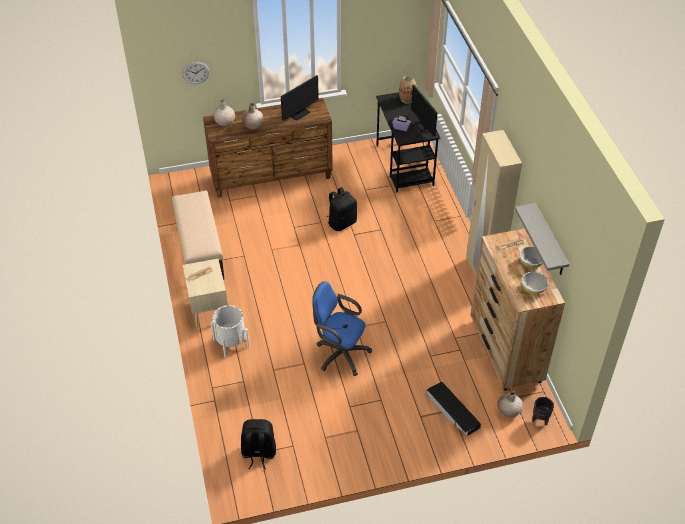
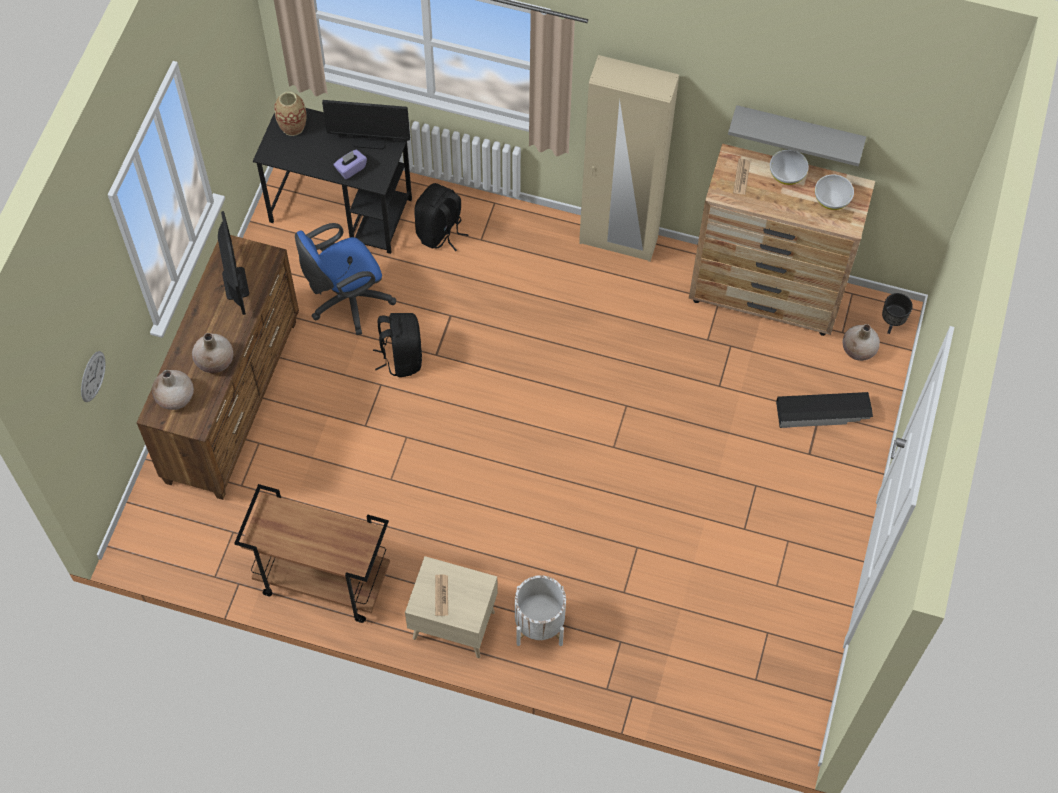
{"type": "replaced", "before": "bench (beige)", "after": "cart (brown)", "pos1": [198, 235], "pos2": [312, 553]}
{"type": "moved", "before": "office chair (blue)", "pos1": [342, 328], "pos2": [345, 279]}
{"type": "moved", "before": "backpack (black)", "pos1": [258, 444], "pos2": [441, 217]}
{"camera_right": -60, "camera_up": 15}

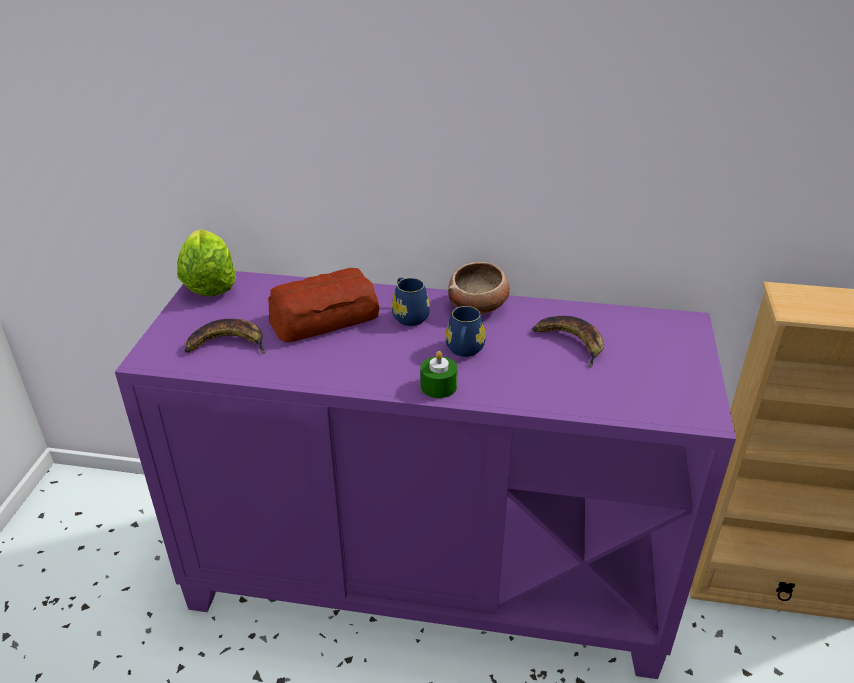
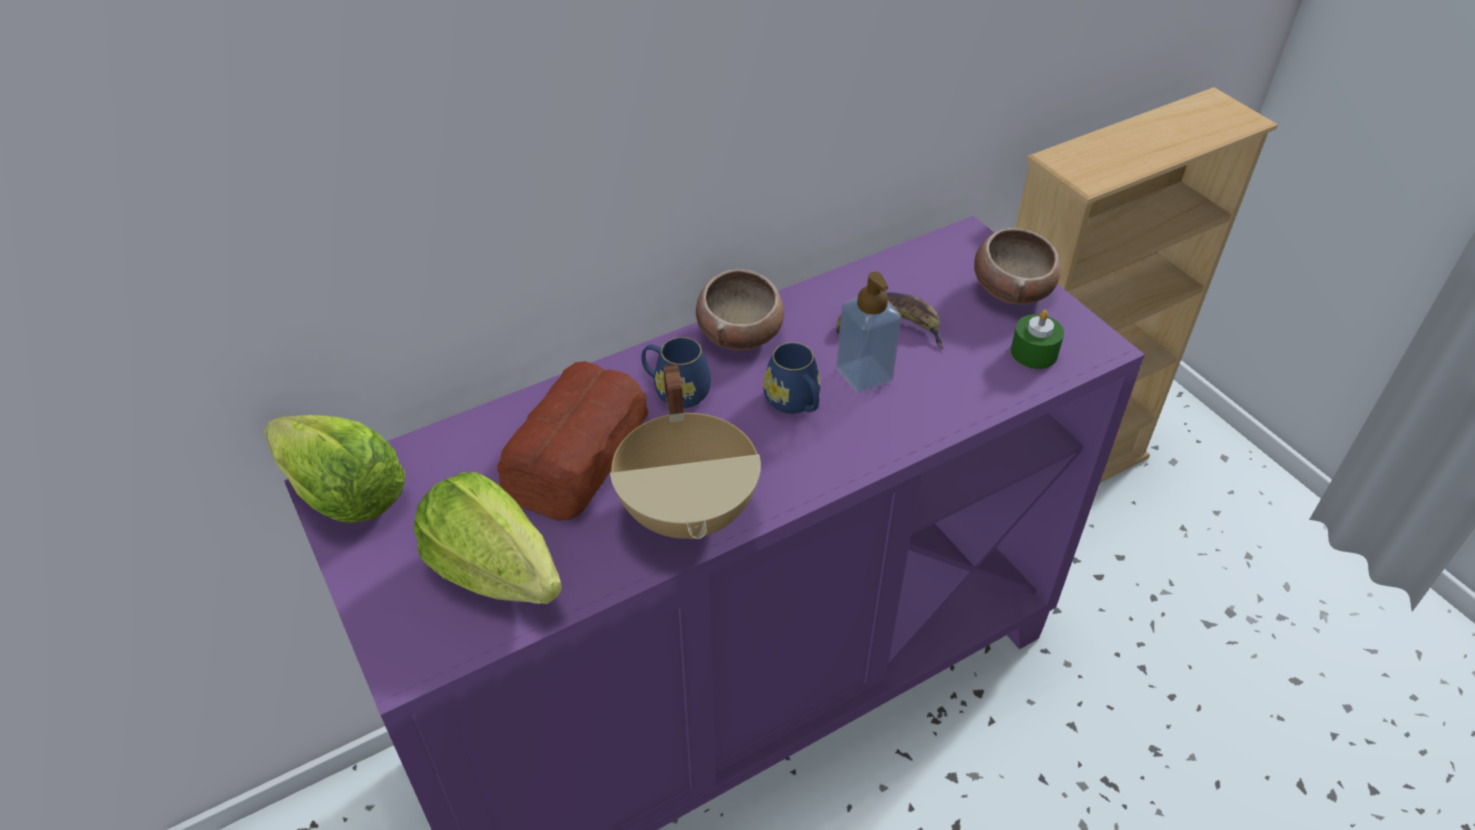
{"type": "replaced", "before": "banana", "after": "lettuce", "pos1": [224, 336], "pos2": [487, 538]}
{"type": "moved", "before": "candle (green)", "pos1": [438, 374], "pos2": [1037, 339]}
{"type": "added", "after": "bowl", "pos2": [1017, 266]}
{"type": "added", "after": "soap dispenser", "pos2": [868, 332]}
{"type": "added", "after": "cooking pot (beige)", "pos2": [685, 451]}
{"camera_right": -40, "camera_up": 10}

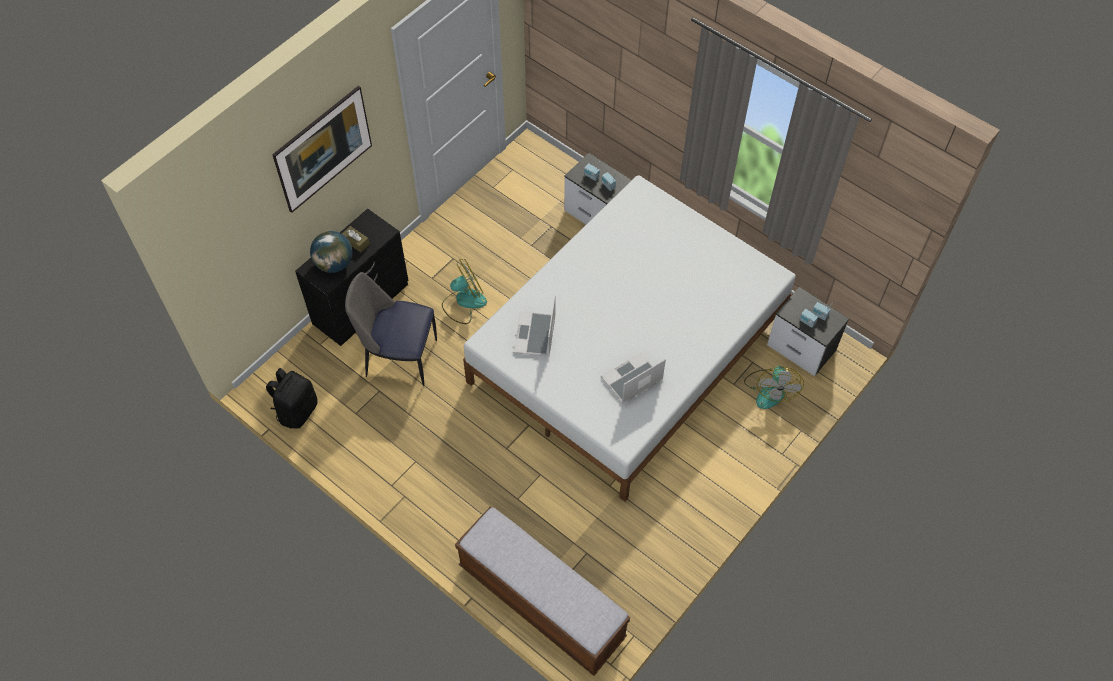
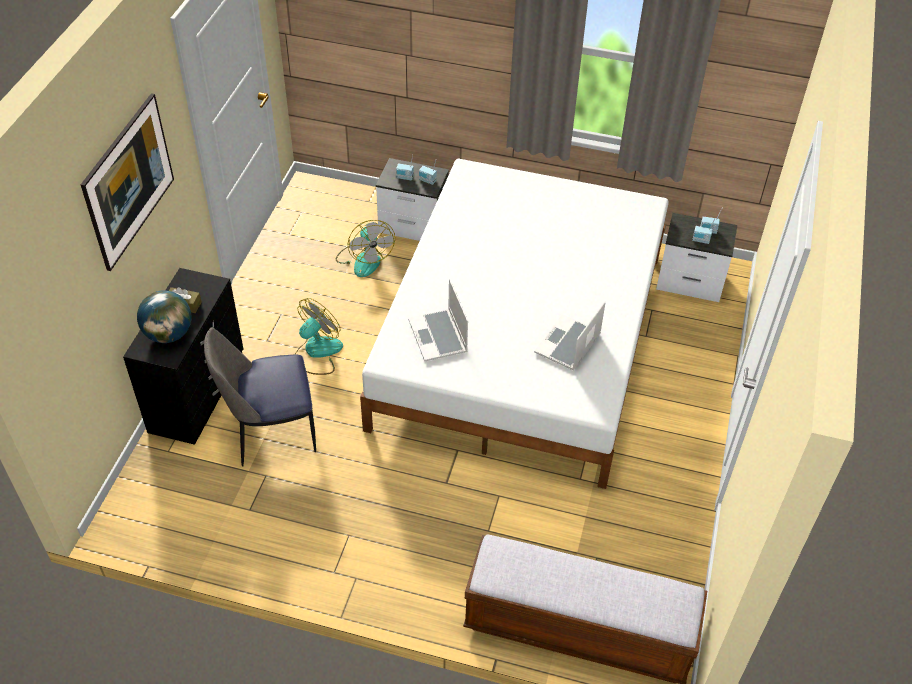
{"type": "moved", "before": "fan", "pos1": [774, 387], "pos2": [365, 248]}
{"type": "removed", "before": "backpack (black)", "pos1": [292, 398]}
{"camera_right": -25, "camera_up": -10}

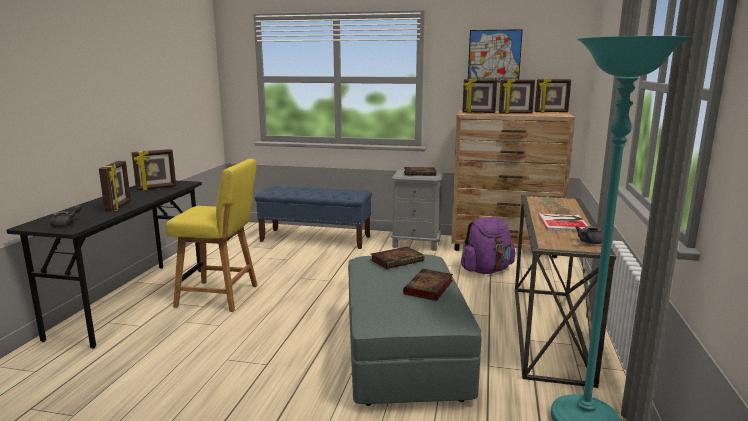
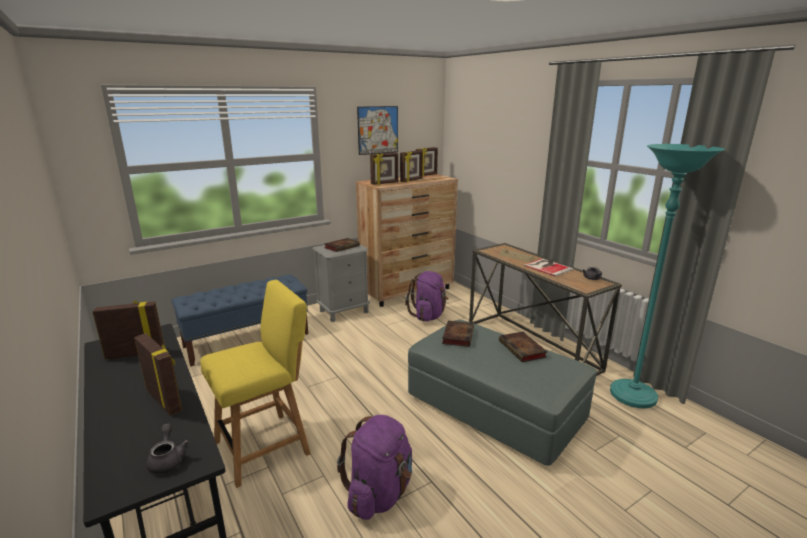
{"type": "turned", "before": "picture frame", "pos1": [154, 169], "pos2": [128, 330], "turn": -120}
{"type": "added", "after": "backpack (purple)", "pos2": [374, 467]}
{"camera_right": -45, "camera_up": 5}

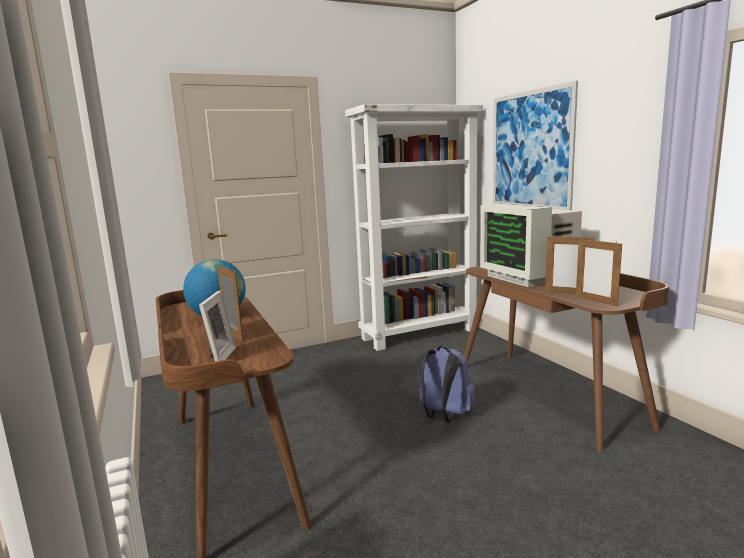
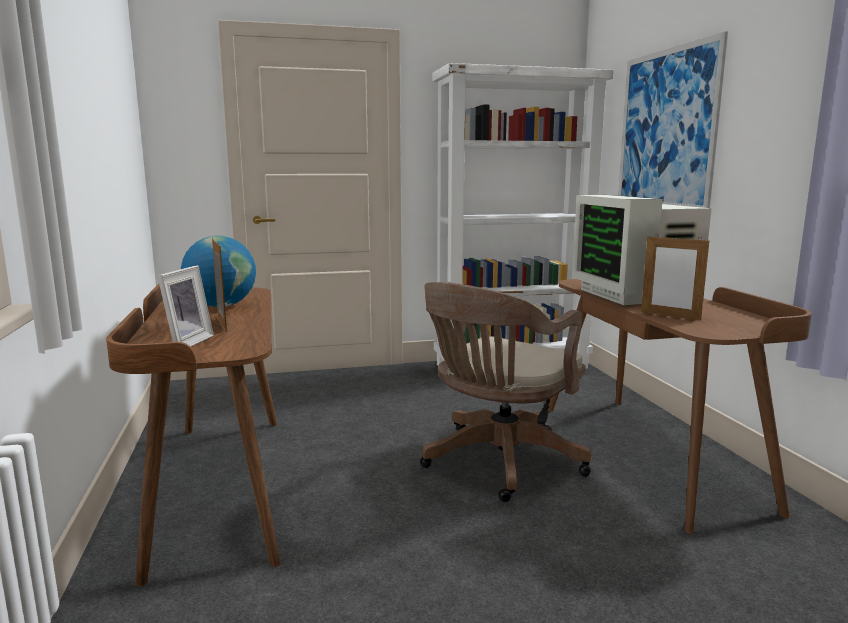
{"type": "removed", "before": "picture frame", "pos1": [599, 272]}
{"type": "replaced", "before": "backpack (blue)", "after": "office chair (brown)", "pos1": [446, 384], "pos2": [505, 392]}
{"camera_right": 10, "camera_up": 0}

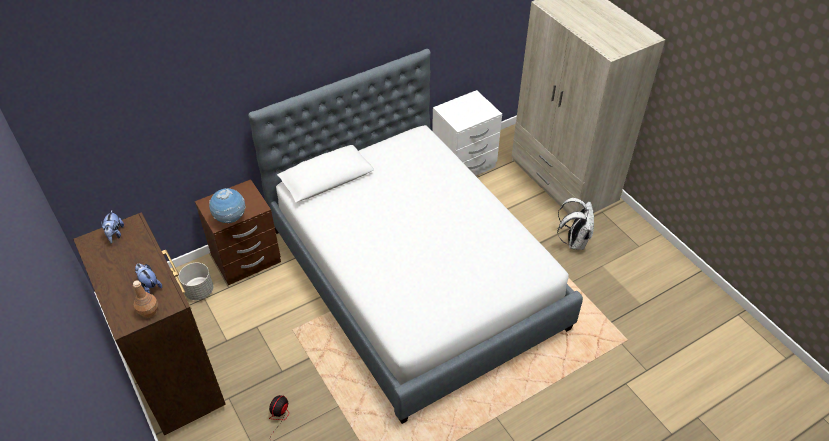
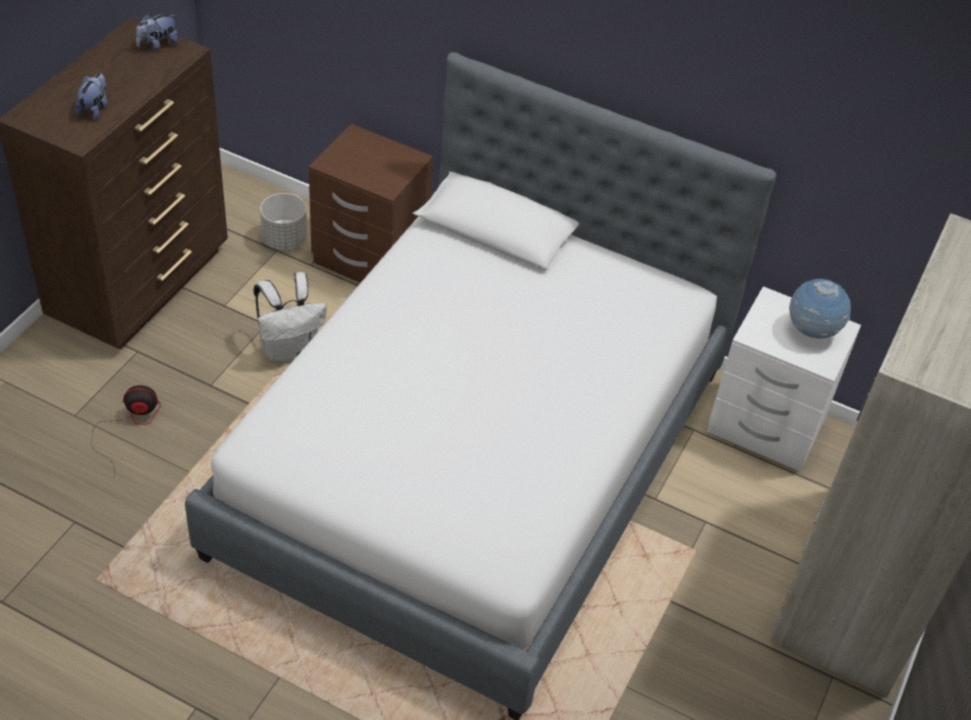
{"type": "moved", "before": "globe", "pos1": [227, 205], "pos2": [820, 309]}
{"type": "moved", "before": "backpack (white)", "pos1": [575, 224], "pos2": [290, 317]}
{"type": "removed", "before": "bottle (brown)", "pos1": [145, 299]}
{"camera_right": 55, "camera_up": 0}

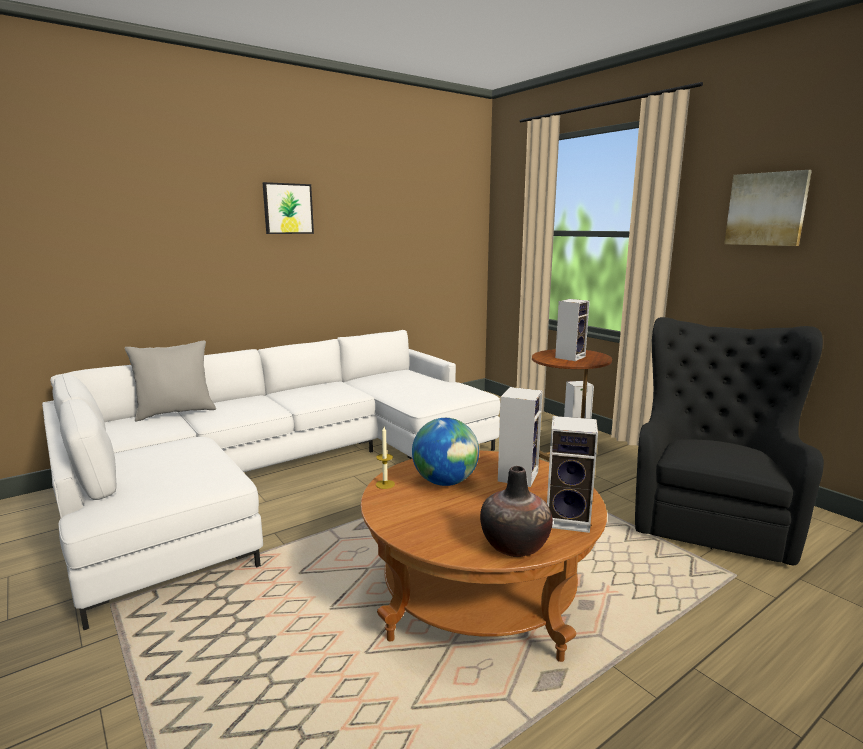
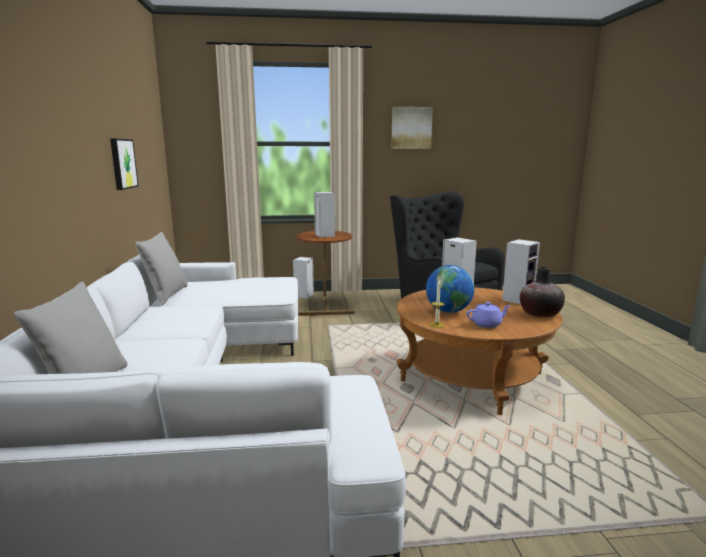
{"type": "moved", "before": "picture", "pos1": [288, 208], "pos2": [124, 164]}
{"type": "added", "after": "pillow (grey)", "pos2": [161, 268]}
{"type": "added", "after": "teapot (purple)", "pos2": [488, 315]}
{"camera_right": -60, "camera_up": 0}

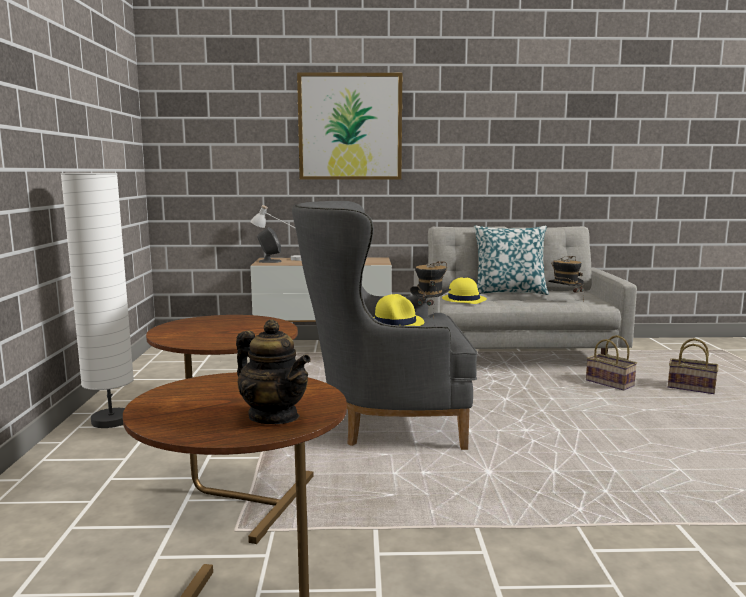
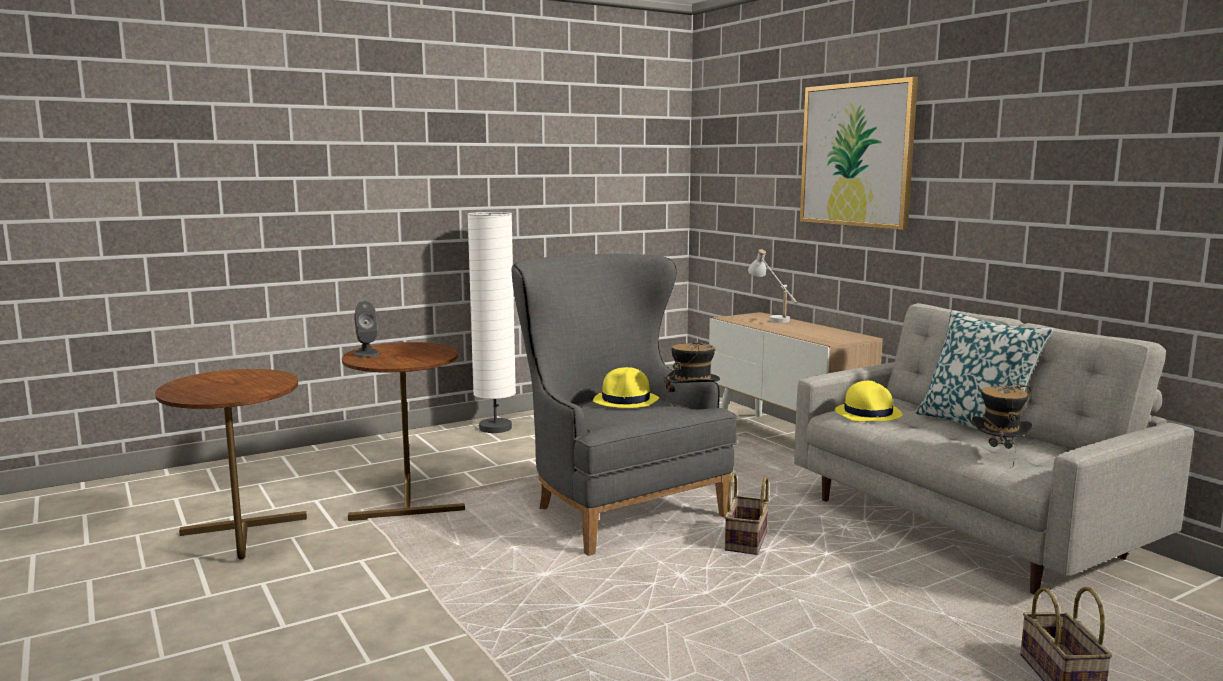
{"type": "moved", "before": "speaker (grey)", "pos1": [269, 245], "pos2": [367, 329]}
{"type": "removed", "before": "teapot", "pos1": [273, 371]}
{"type": "moved", "before": "basket", "pos1": [611, 362], "pos2": [746, 513]}
{"camera_right": 60, "camera_up": 0}

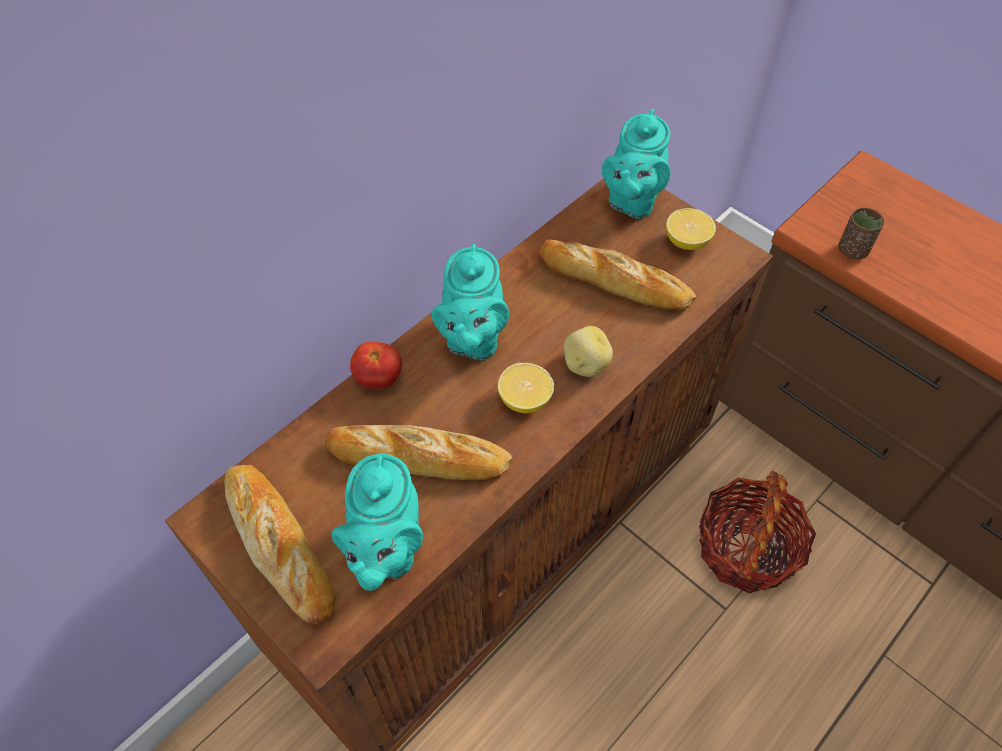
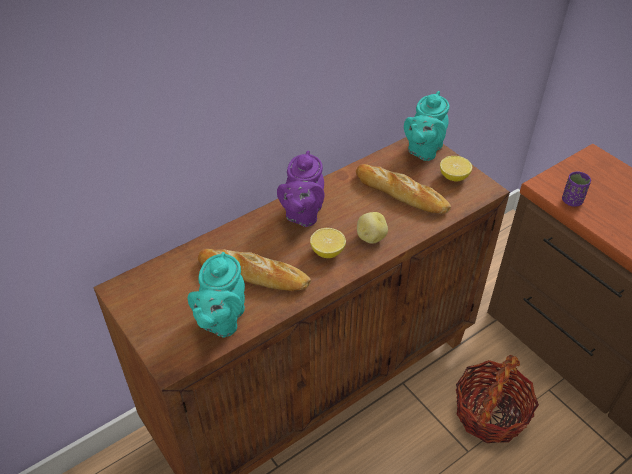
{"type": "recoloured", "before": "cup (brown)", "after": "cup (purple)", "pos1": [861, 233], "pos2": [576, 189]}
{"type": "recoloured", "before": "teapot (turquoise)", "after": "teapot (purple)", "pos1": [470, 302], "pos2": [301, 188]}
{"type": "removed", "before": "tomato", "pos1": [376, 365]}
{"type": "removed", "before": "bread", "pos1": [279, 545]}
{"camera_right": 10, "camera_up": -10}

